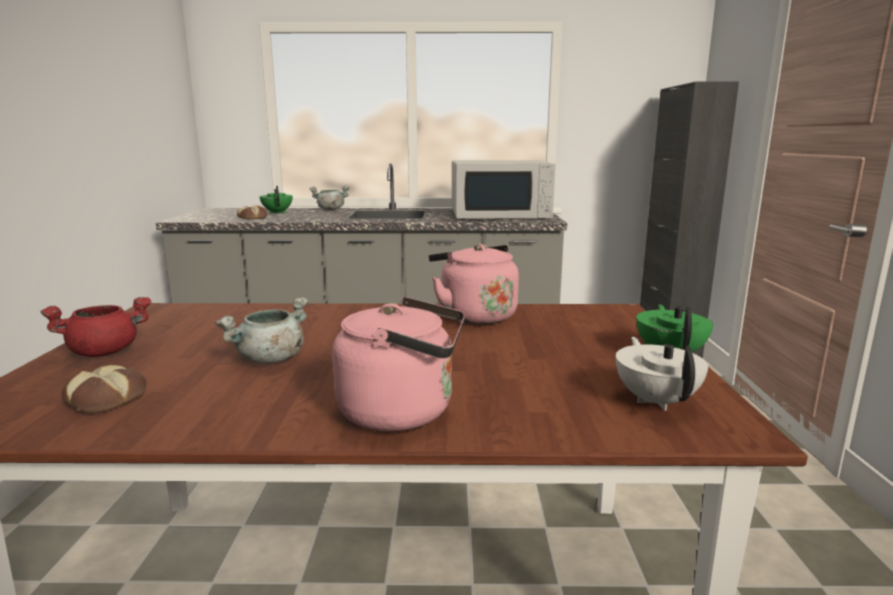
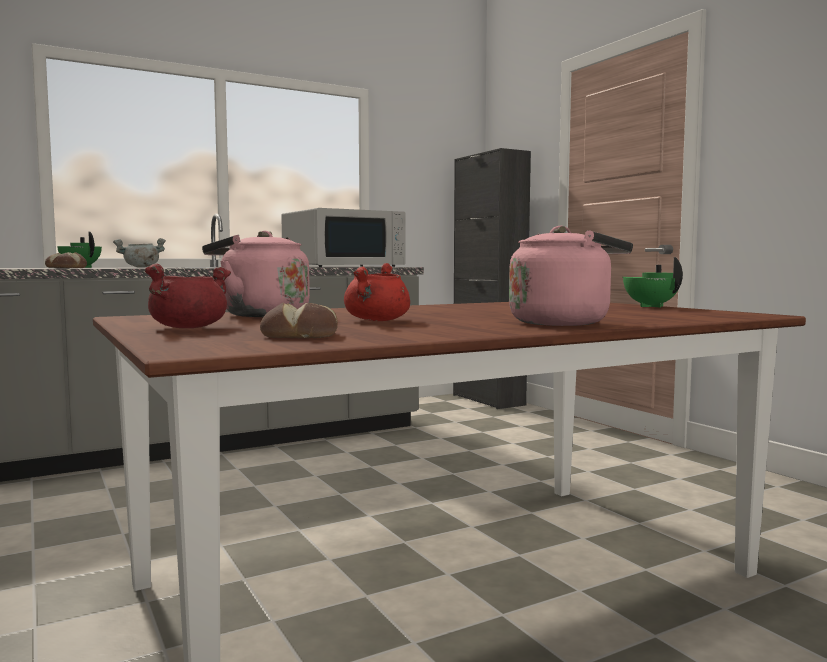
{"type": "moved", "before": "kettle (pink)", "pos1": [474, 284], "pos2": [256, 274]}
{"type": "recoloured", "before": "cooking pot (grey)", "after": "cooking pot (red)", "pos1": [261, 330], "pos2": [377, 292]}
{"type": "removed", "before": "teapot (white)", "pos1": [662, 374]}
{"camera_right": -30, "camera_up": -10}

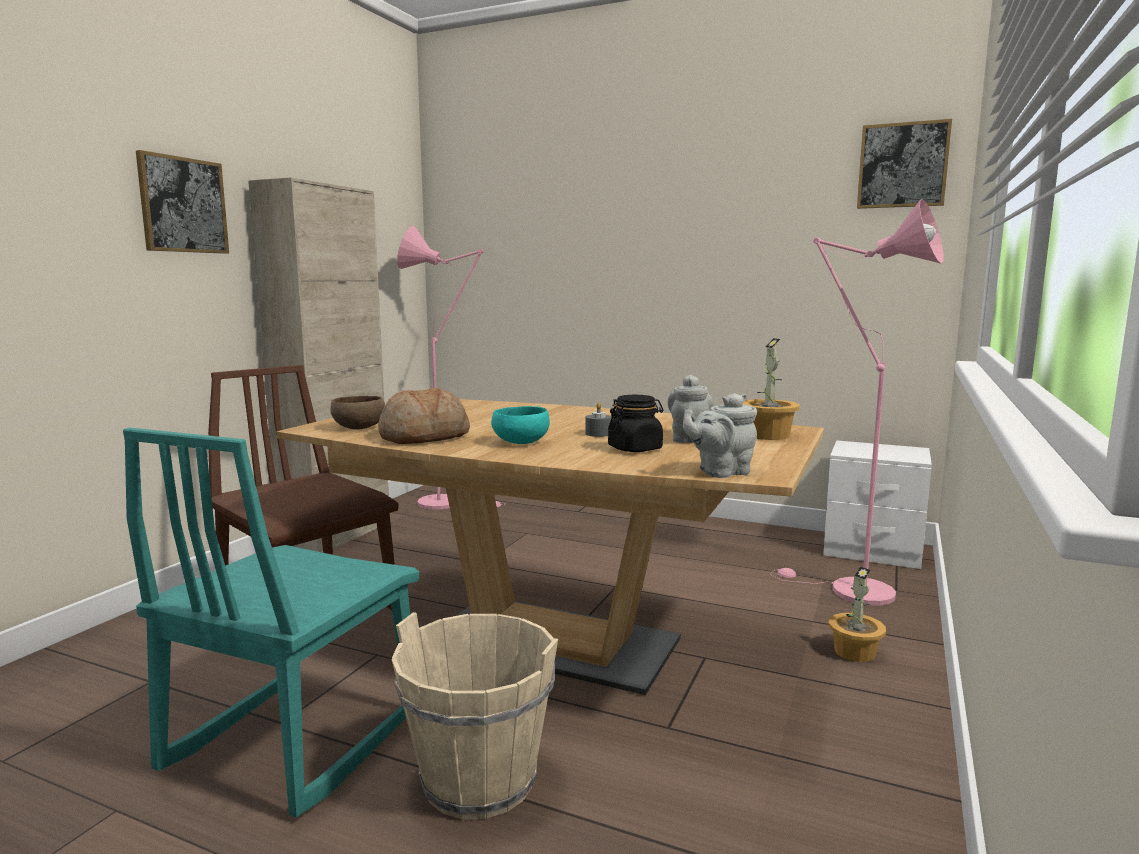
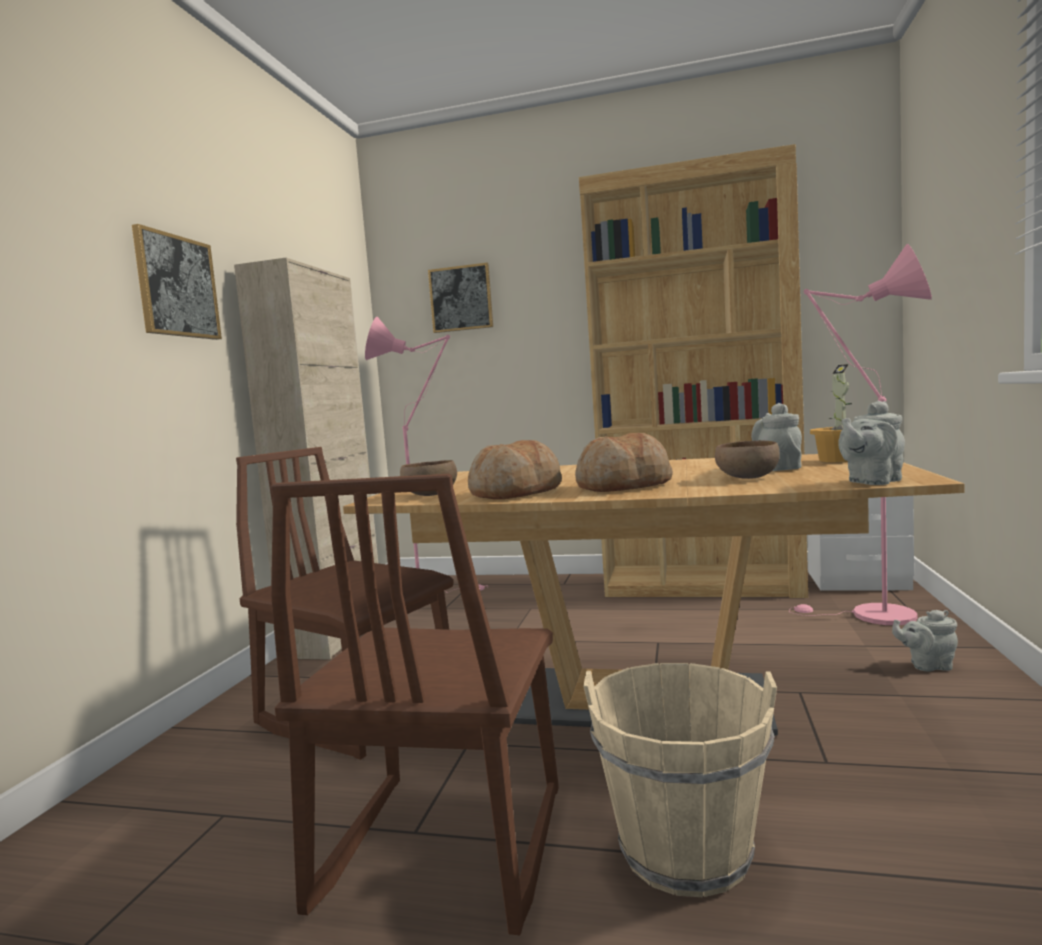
{"type": "moved", "before": "picture", "pos1": [904, 164], "pos2": [460, 298]}
{"type": "replaced", "before": "jar (black)", "after": "bowl (brown)", "pos1": [635, 423], "pos2": [747, 459]}
{"type": "removed", "before": "candle (grey)", "pos1": [598, 420]}
{"type": "replaced", "before": "bowl (turquoise)", "after": "bread", "pos1": [520, 425], "pos2": [624, 462]}
{"type": "recoloured", "before": "chair (turquoise)", "after": "chair (brown)", "pos1": [271, 622], "pos2": [415, 704]}
{"type": "replaced", "before": "potted plant", "after": "teapot (grey)", "pos1": [857, 614], "pos2": [925, 641]}
{"type": "added", "after": "bookcase (brown)", "pos2": [693, 371]}
{"camera_right": -10, "camera_up": -5}

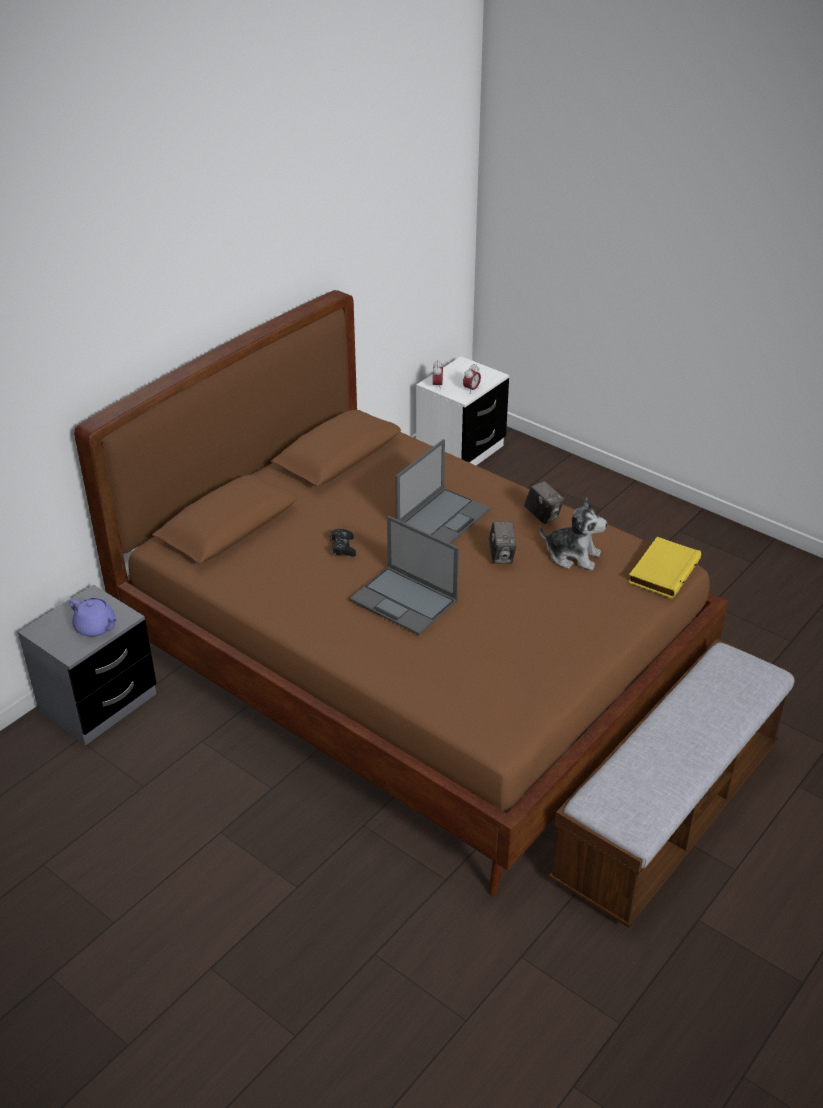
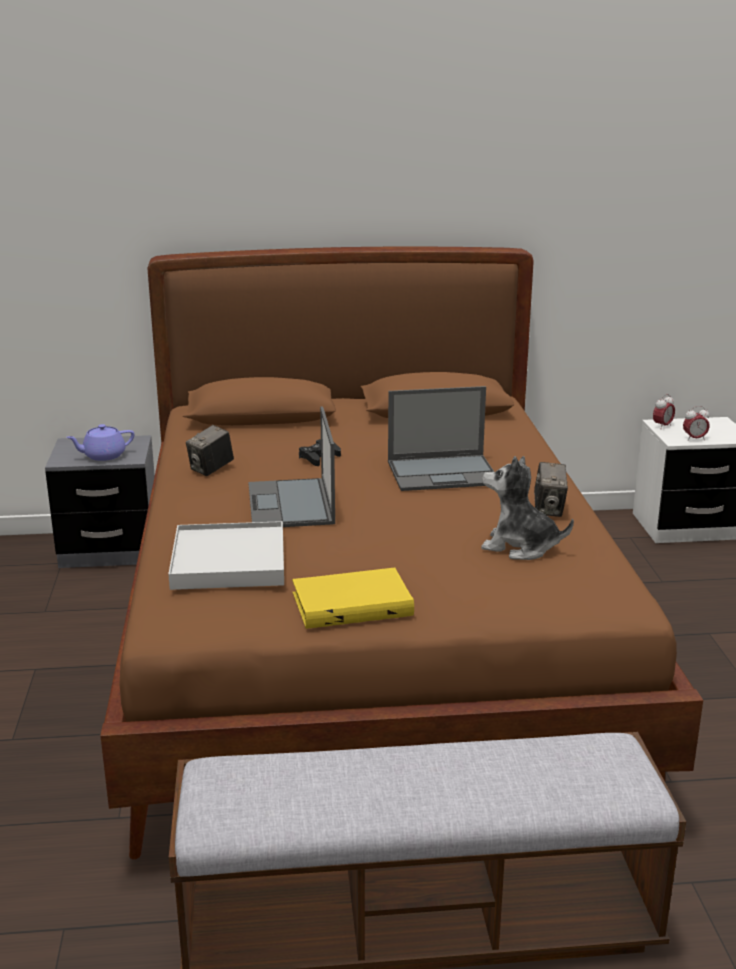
{"type": "turned", "before": "plush toy", "pos1": [573, 534], "pos2": [527, 508], "turn": 135}
{"type": "moved", "before": "photo camera", "pos1": [503, 542], "pos2": [210, 450]}
{"type": "moved", "before": "book (yellow)", "pos1": [664, 568], "pos2": [353, 598]}
{"type": "turned", "before": "teapot (purple)", "pos1": [93, 617], "pos2": [100, 442], "turn": 75}
{"type": "added", "after": "tray (white)", "pos2": [226, 555]}
{"camera_right": 45, "camera_up": -15}

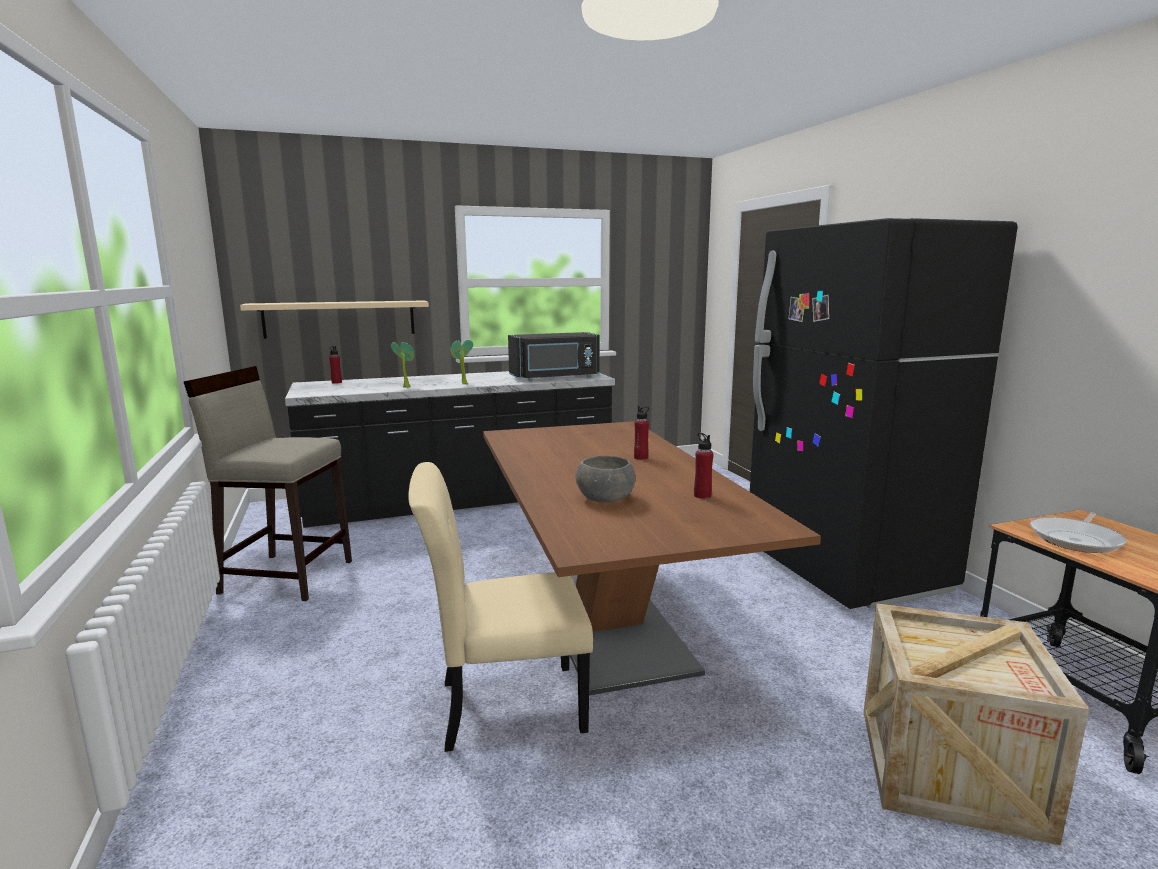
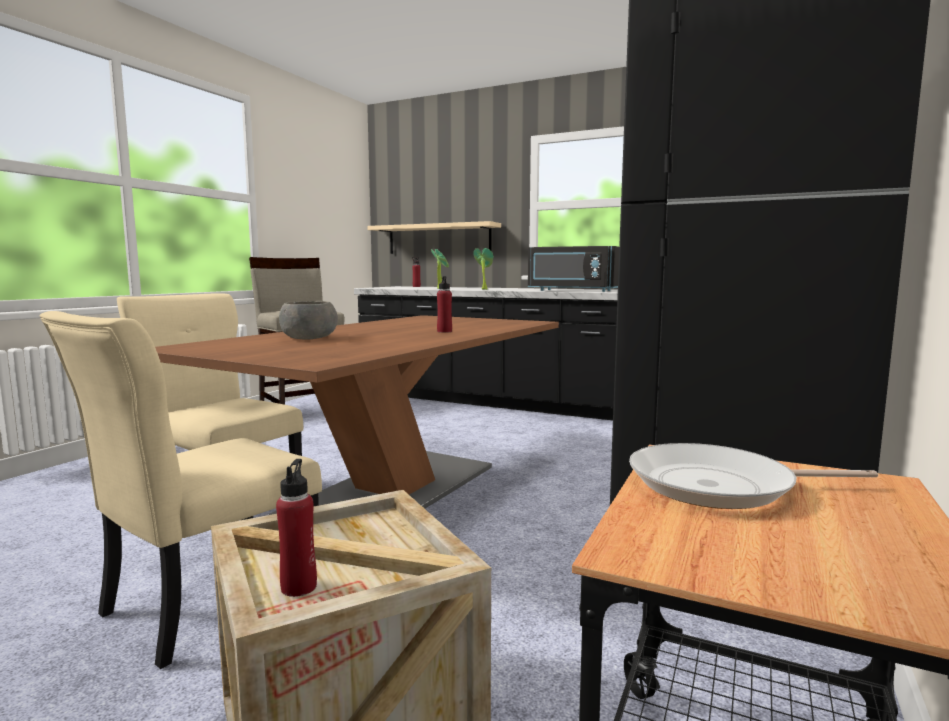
{"type": "moved", "before": "bottle (red)", "pos1": [703, 466], "pos2": [296, 528]}
{"type": "added", "after": "chair (beige)", "pos2": [180, 490]}
{"camera_right": 45, "camera_up": -5}

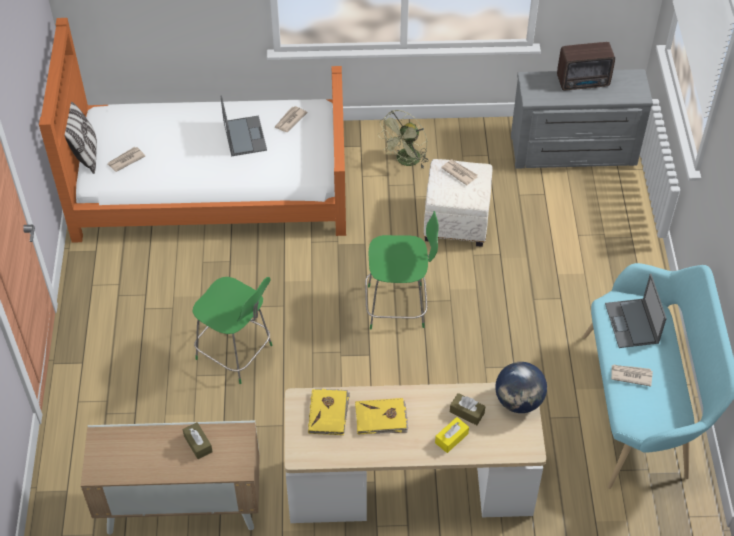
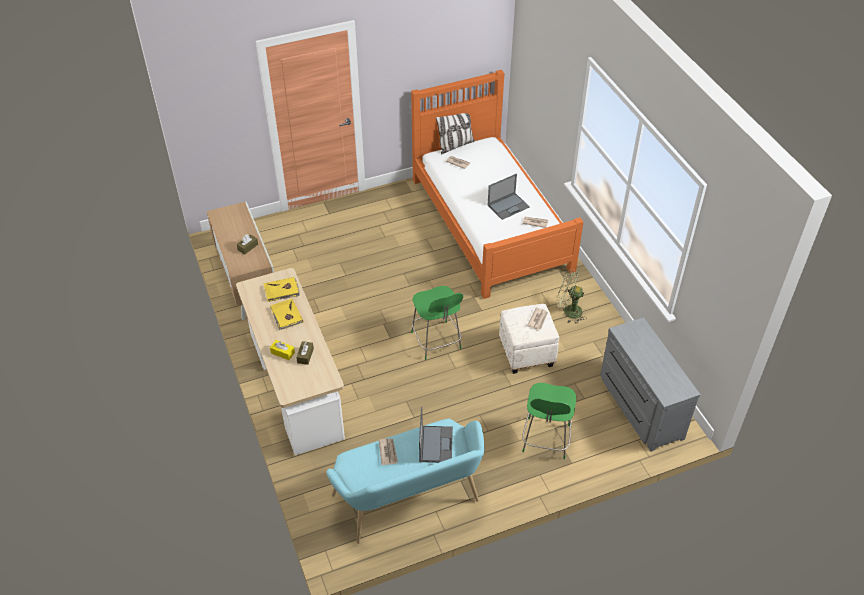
{"type": "removed", "before": "radio", "pos1": [586, 66]}
{"type": "turned", "before": "laptop", "pos1": [636, 311], "pos2": [436, 435], "turn": 120}
{"type": "moved", "before": "chair (green)", "pos1": [232, 330], "pos2": [549, 421]}
{"type": "removed", "before": "globe", "pos1": [521, 387]}
{"camera_right": 70, "camera_up": -5}

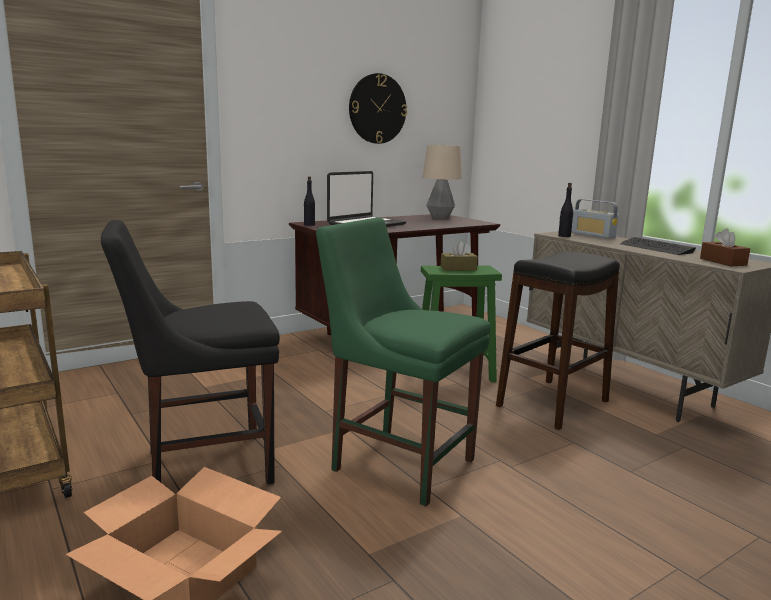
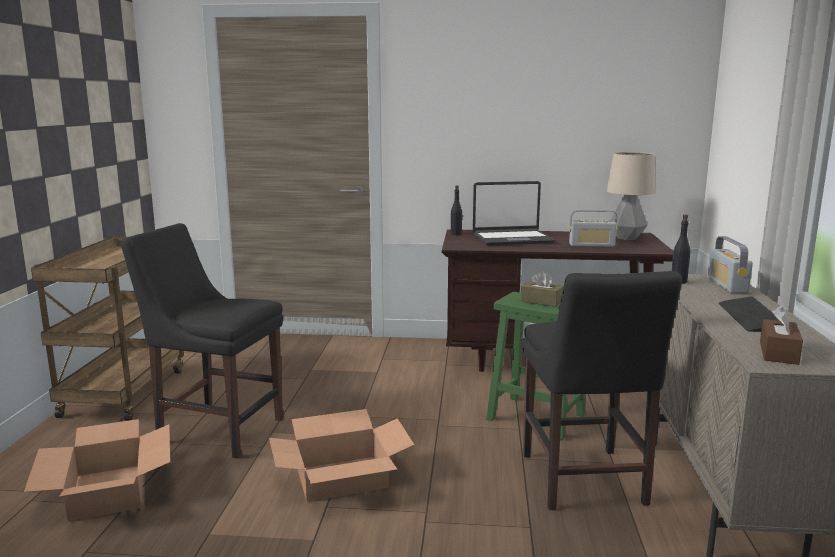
{"type": "removed", "before": "wall clock", "pos1": [378, 108]}
{"type": "replaced", "before": "chair (green)", "after": "cardboard box", "pos1": [403, 361], "pos2": [341, 455]}
{"type": "replaced", "before": "stool (black)", "after": "chair (black)", "pos1": [558, 340], "pos2": [602, 390]}
{"type": "added", "after": "radio", "pos2": [593, 228]}
{"camera_right": 40, "camera_up": 0}

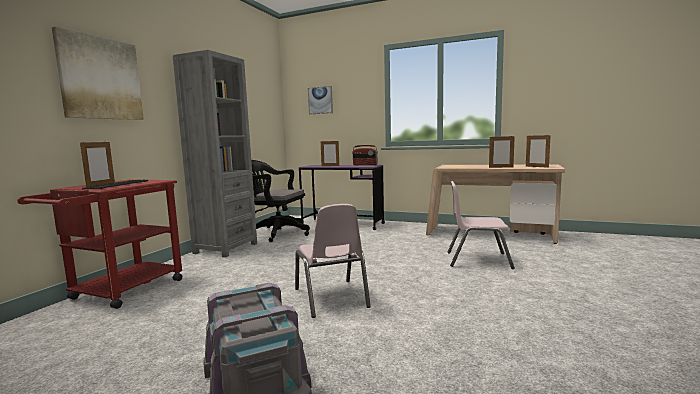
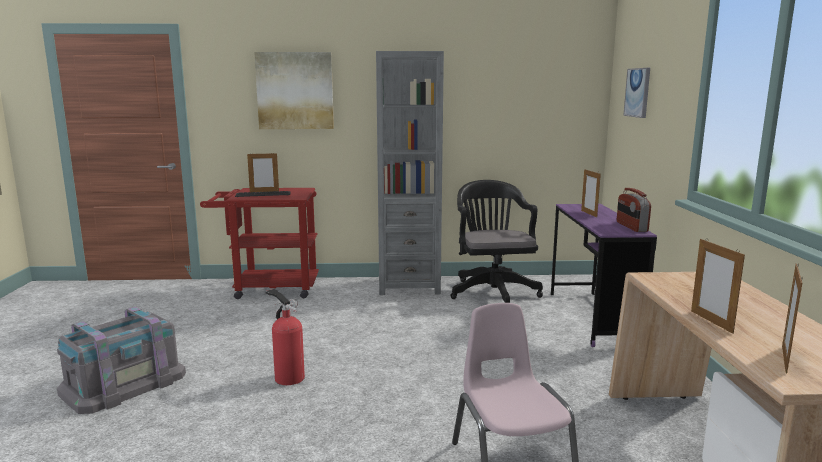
{"type": "replaced", "before": "chair (pink)", "after": "fire extinguisher", "pos1": [333, 261], "pos2": [285, 337]}
{"camera_right": 65, "camera_up": 5}

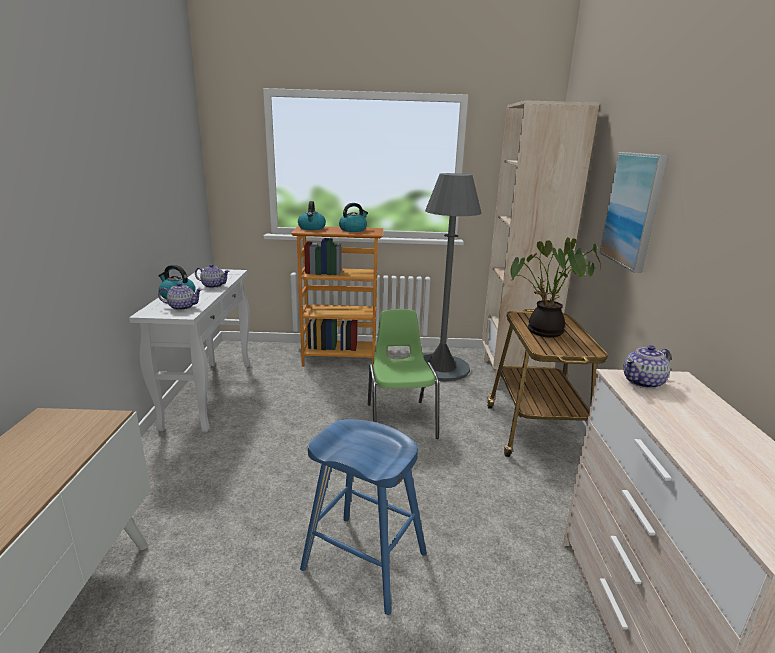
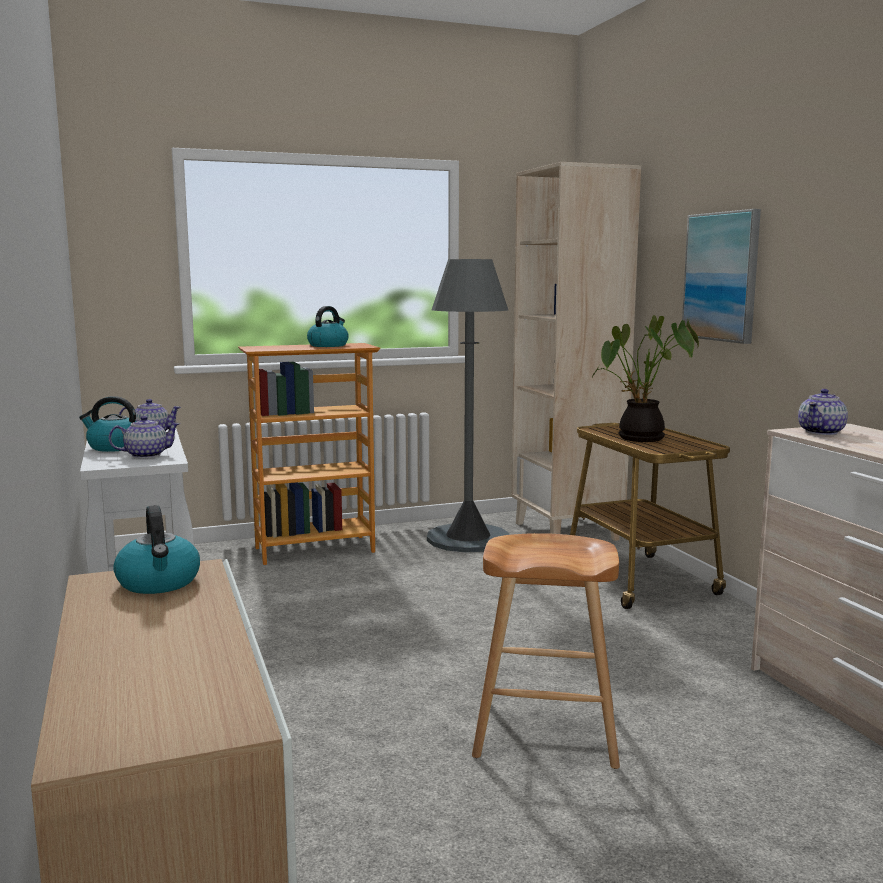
{"type": "moved", "before": "kettle", "pos1": [312, 215], "pos2": [156, 549]}
{"type": "removed", "before": "chair (green)", "pos1": [403, 374]}
{"type": "recoloured", "before": "stool (blue)", "after": "stool (brown)", "pos1": [363, 517], "pos2": [546, 651]}
{"camera_right": -20, "camera_up": -10}

